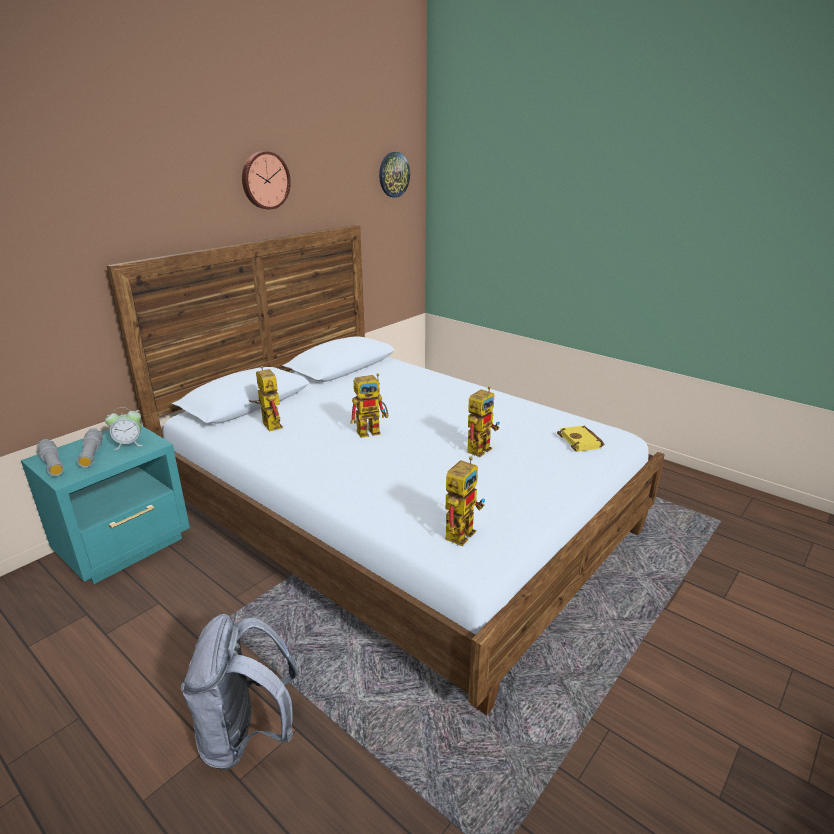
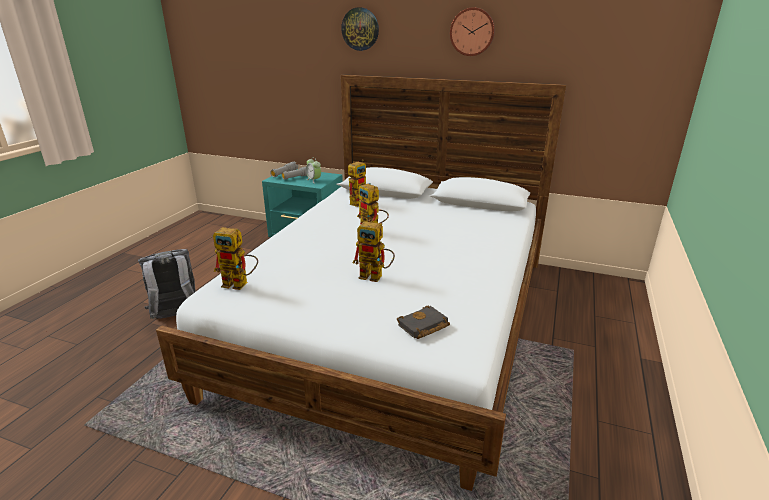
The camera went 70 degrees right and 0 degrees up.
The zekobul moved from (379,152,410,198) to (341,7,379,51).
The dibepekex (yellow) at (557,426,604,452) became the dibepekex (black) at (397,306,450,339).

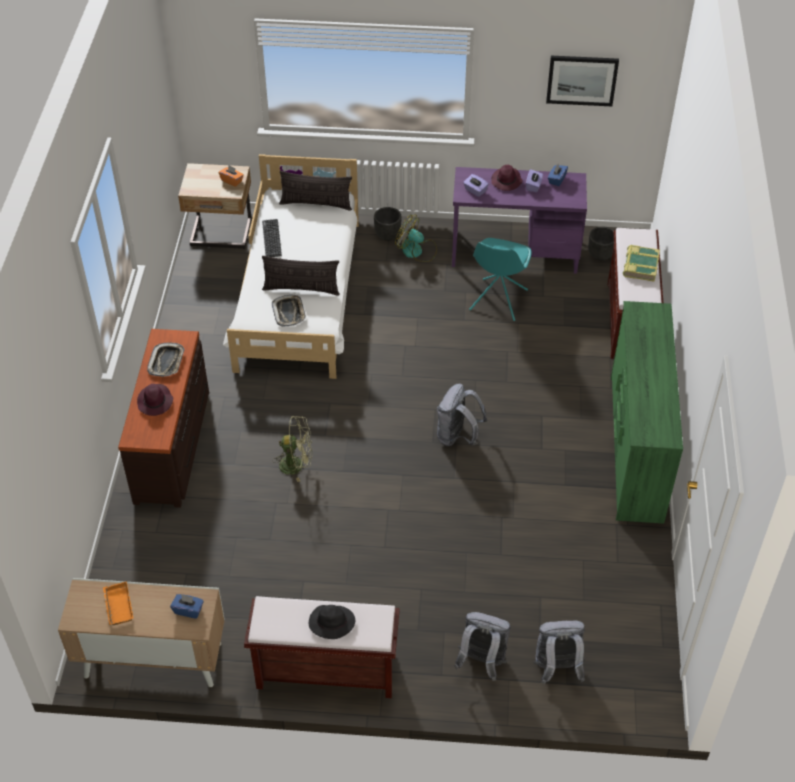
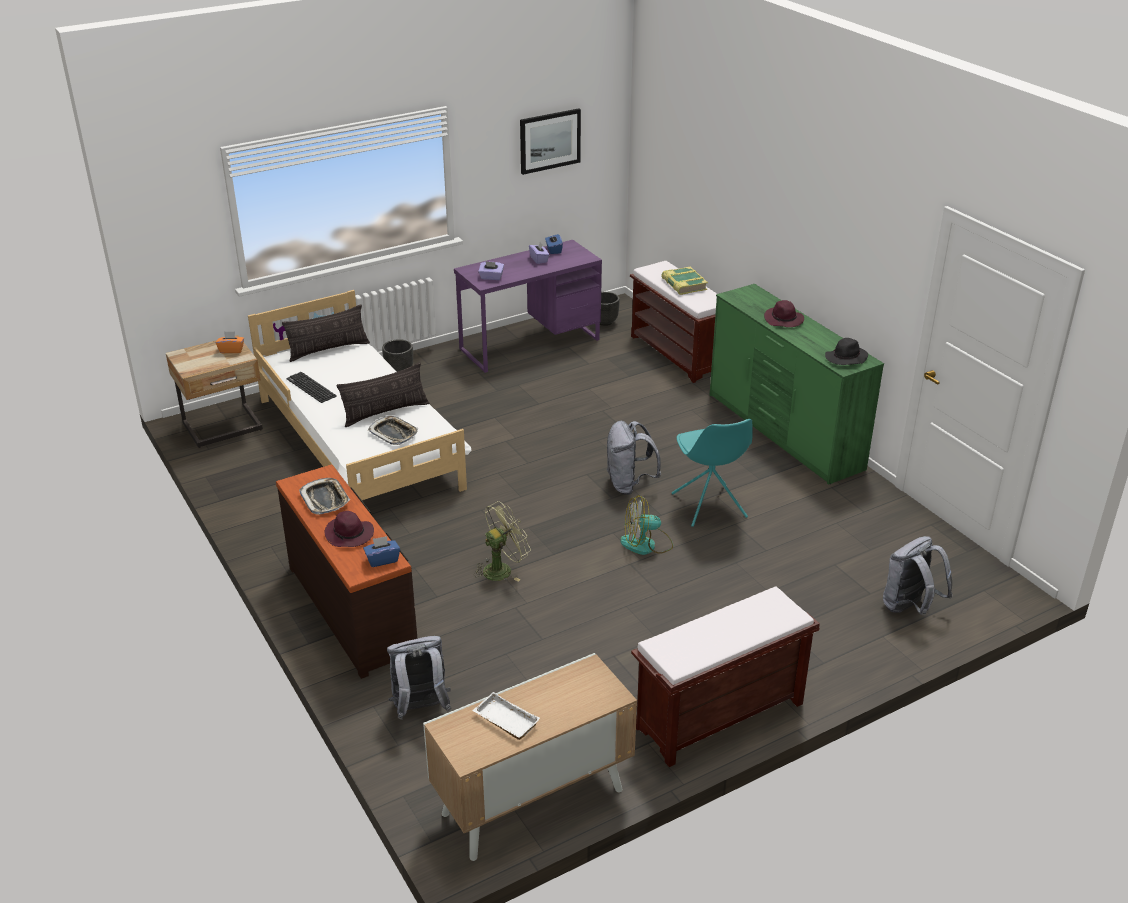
The camera went 35 degrees left and 15 degrees down.
The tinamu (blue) moved from (170,594,204,619) to (363,536,400,567).
The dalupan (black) moved from (309,605,355,639) to (825,338,868,365).
The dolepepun moved from (395,214,437,262) to (620,495,673,555).
The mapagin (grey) moved from (454,612,511,681) to (387,636,451,720).
The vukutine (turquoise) moved from (469,238,532,321) to (672,419,753,527).
The dalupan (purple) moved from (491,165,523,191) to (764,300,804,327).
The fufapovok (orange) at (103,581,133,625) became the fufapovok (white) at (472,692,540,740).

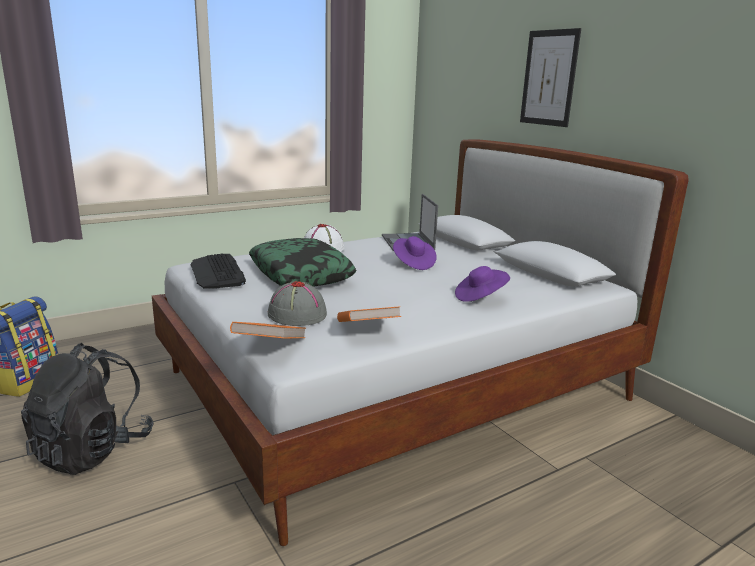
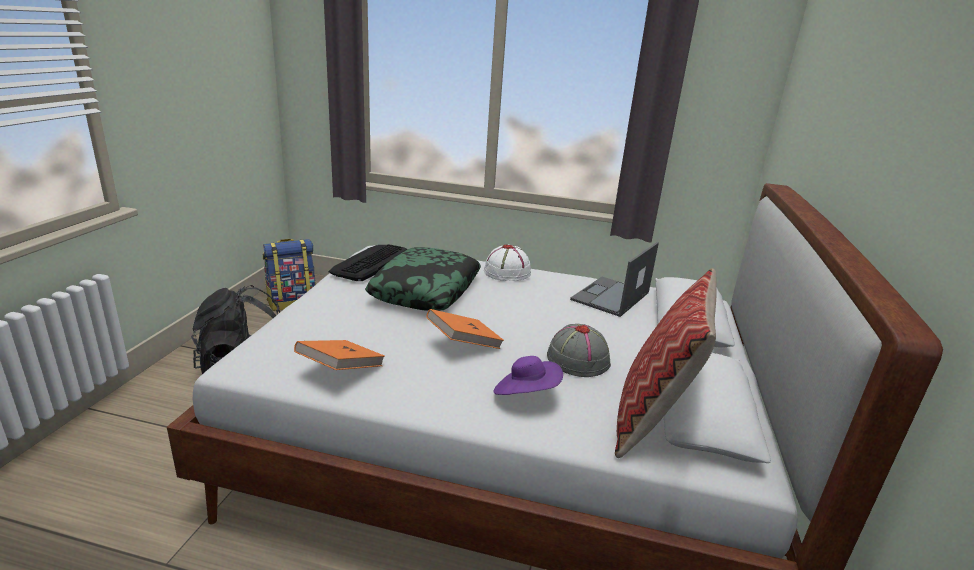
The camera went 45 degrees right and 5 degrees up.
The dalupan (purple) at (393,236,437,270) disappeared.
The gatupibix at (520,28,581,127) disappeared.
The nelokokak at (615,269,717,458) appeared.
The dibepekex (orange) moved from (230,322,306,338) to (426,309,504,349).
The dalupan (grey) moved from (268,281,327,326) to (547,324,611,377).

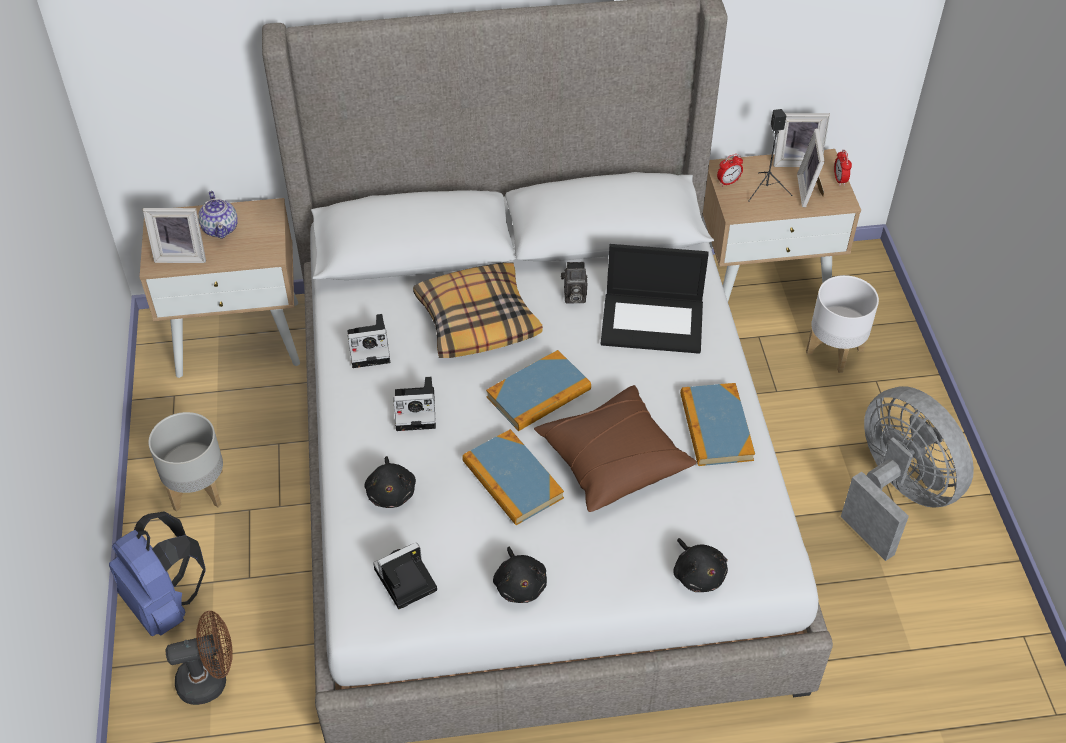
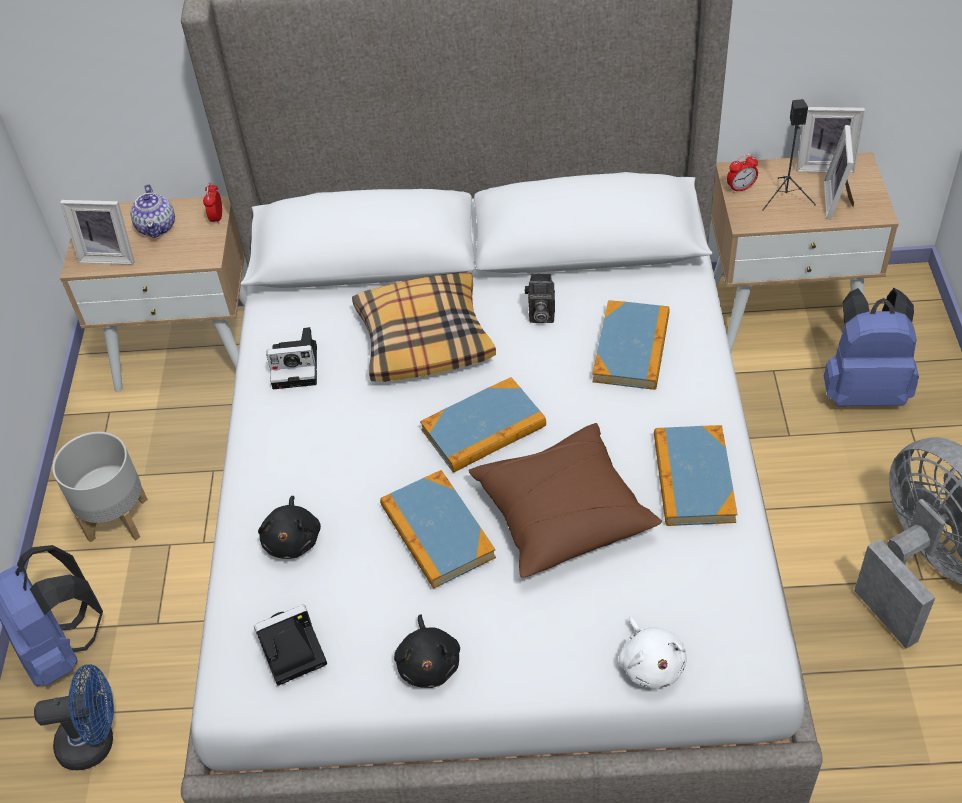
The camera went 10 degrees right and 0 degrees up.
The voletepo at (393,377,436,431) disappeared.
The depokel moved from (834,150,852,186) to (203,183,222,225).
The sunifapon at (601,244,709,354) was replaced by the dibepekex at (592,300,670,390).
The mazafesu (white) at (806,275,879,373) was replaced by the mapagin (blue) at (824,288,919,406).
The dolepepun (brown) at (165,611,233,705) became the dolepepun (blue) at (34,664,114,770).
The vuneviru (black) at (673,538,728,592) became the vuneviru (white) at (618,616,687,688).

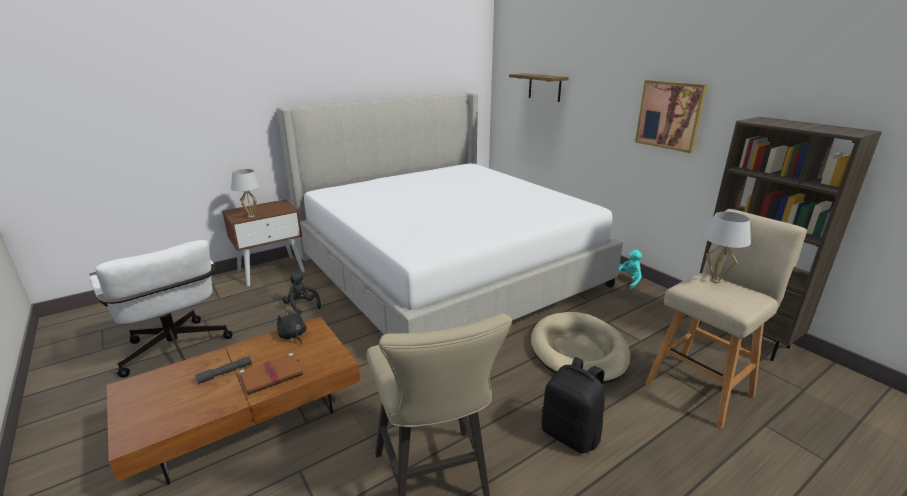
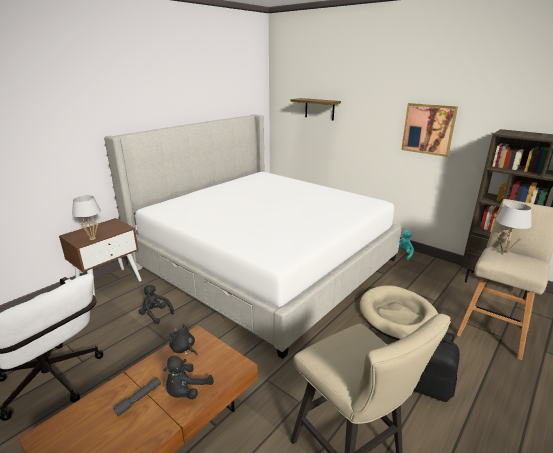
The camera went 15 degrees left and 0 degrees up.
The dibepekex (brown) at (239,353,303,395) was replaced by the vuneviru (black) at (163,355,214,399).

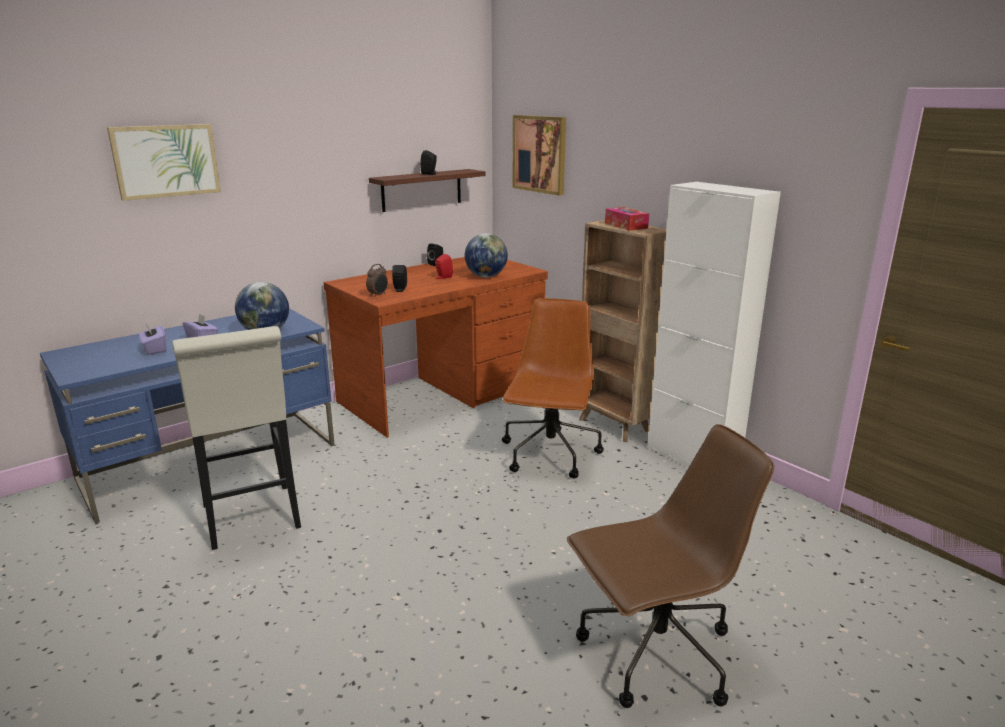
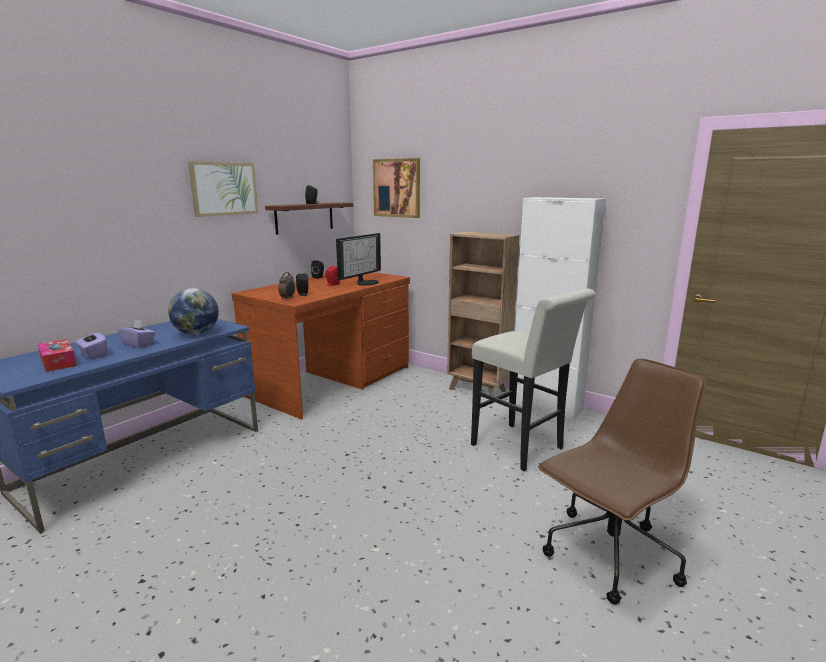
The camera went 15 degrees left and 5 degrees down.
The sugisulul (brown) at (502,298,604,479) disappeared.
The gatupibix moved from (107,124,221,201) to (188,161,258,217).
The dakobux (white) moved from (172,326,301,550) to (471,289,596,471).
The tinamu moved from (605,207,649,231) to (38,339,77,372).
The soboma at (465,233,508,277) was replaced by the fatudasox at (336,233,381,285).

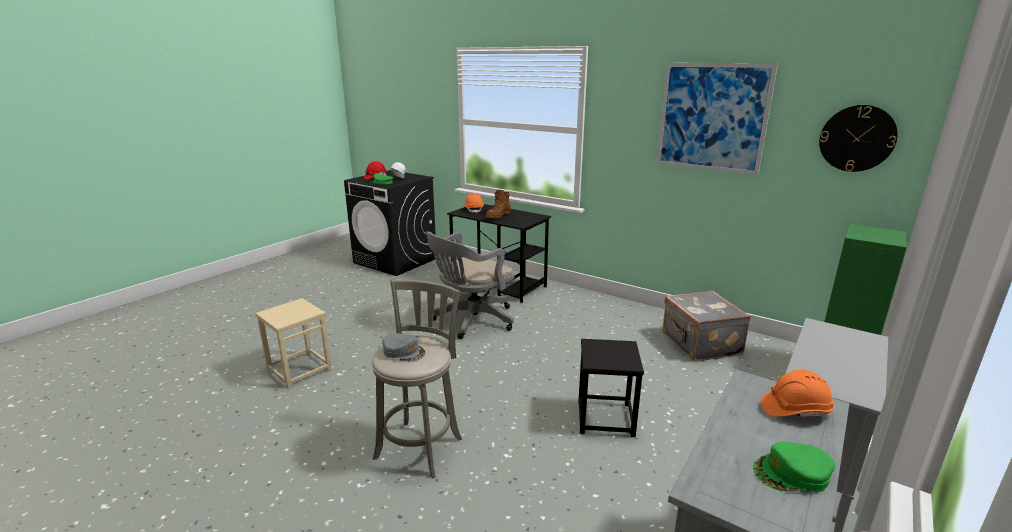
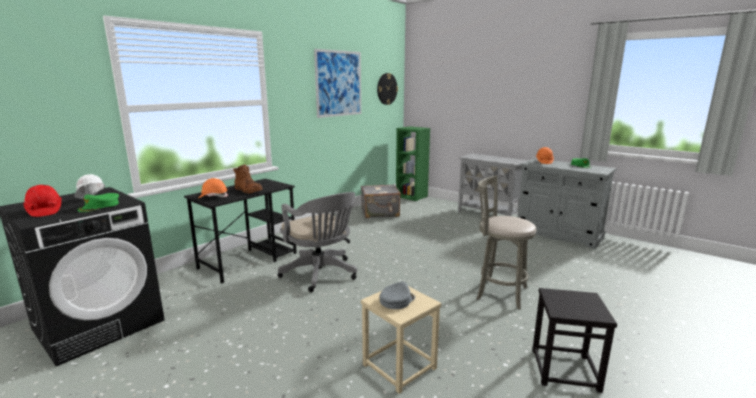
The camera went 85 degrees left and 5 degrees down.
The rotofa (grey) moved from (382,333,425,362) to (379,282,415,309).
The dakobux (black) moved from (578,339,644,437) to (532,288,617,393).

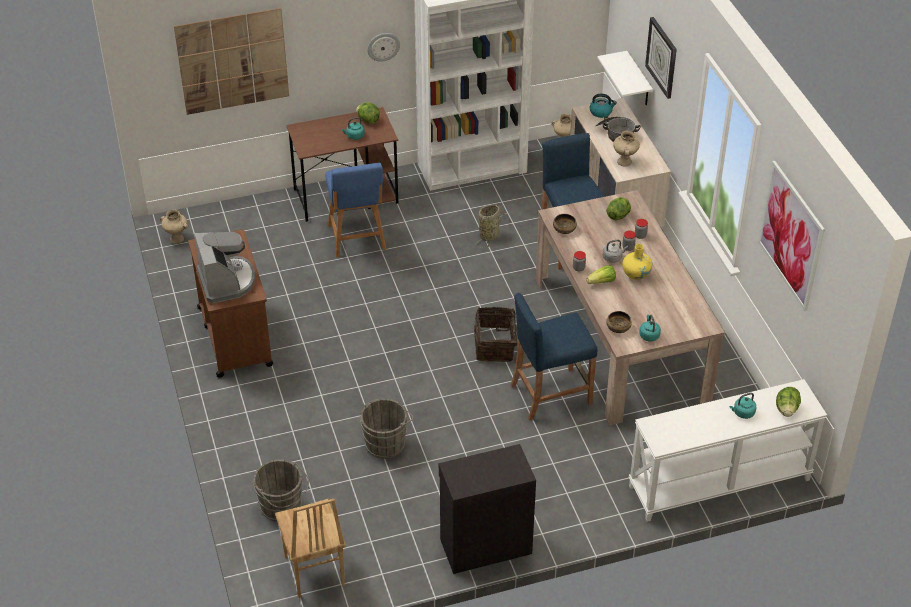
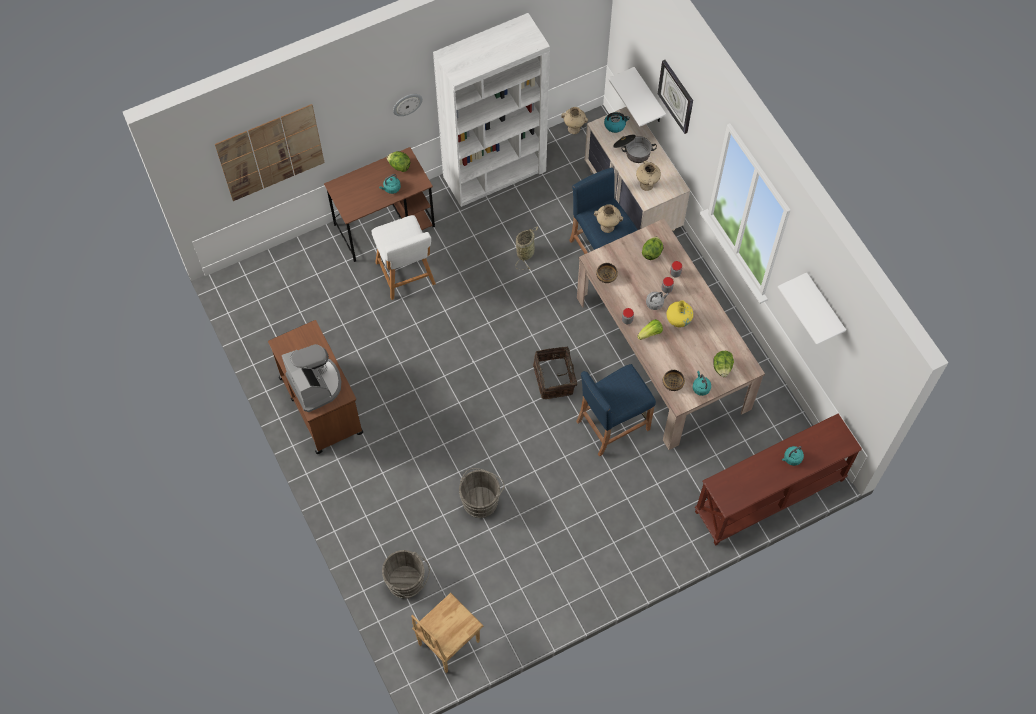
The camera went 10 degrees left and 20 degrees up.
The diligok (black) at (439,444,536,574) disappeared.
The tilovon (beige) moved from (160,210,188,244) to (594,204,623,233).
The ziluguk moved from (776,387,801,417) to (713,351,734,377).
The gatupibix at (758,161,825,311) was replaced by the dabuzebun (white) at (778,272,846,345).
The dakobux (blue) at (326,163,387,257) became the dakobux (white) at (372,215,436,300).
The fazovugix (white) at (629,379,827,522) became the fazovugix (brown) at (695,413,862,546).
The vukutine (brown) at (275,499,346,598) turned 75 degrees clockwise.

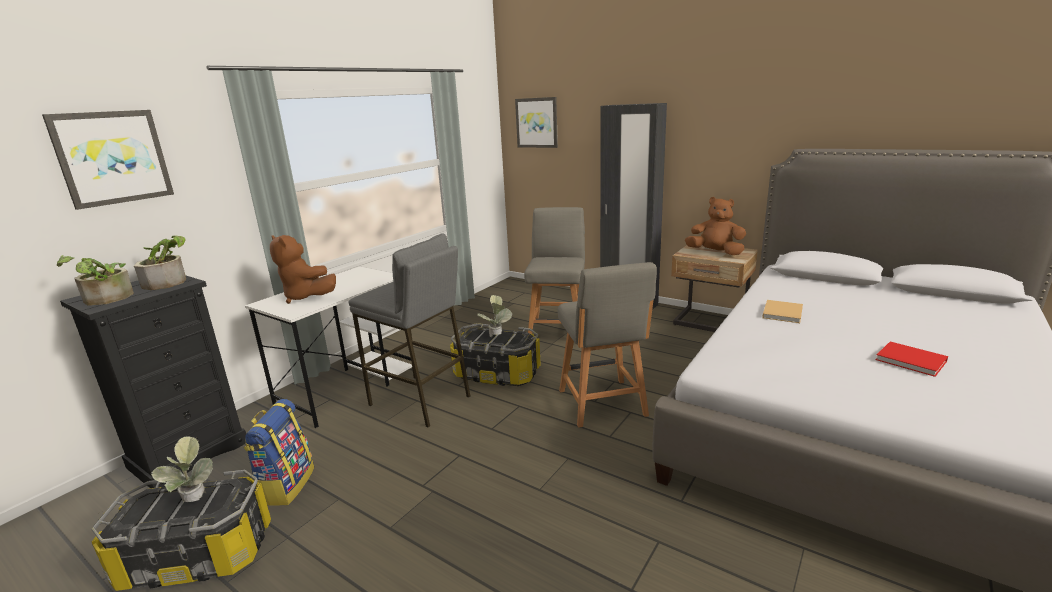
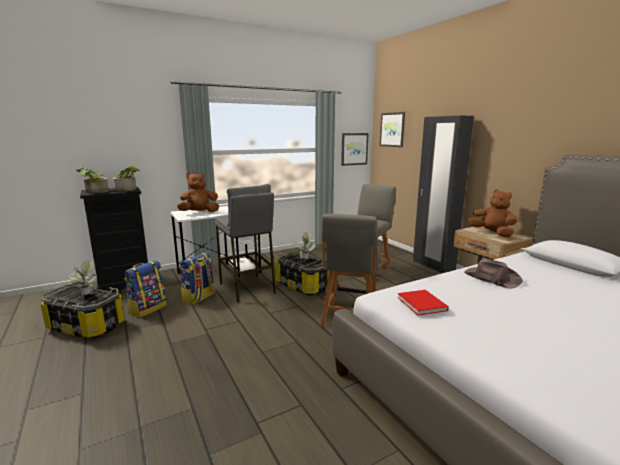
The camera went 25 degrees right and 5 degrees down.
The mapagin at (180,252,216,305) appeared.
The gatupibix moved from (42,110,174,210) to (341,133,369,166).
The dibepekex (red) moved from (876,341,948,377) to (397,290,449,315).
The dibepekex (beige) at (762,300,803,323) was replaced by the dalupan (brown) at (464,259,523,289).
The vuneviru (brown) at (270,235,336,304) turned 90 degrees clockwise.

